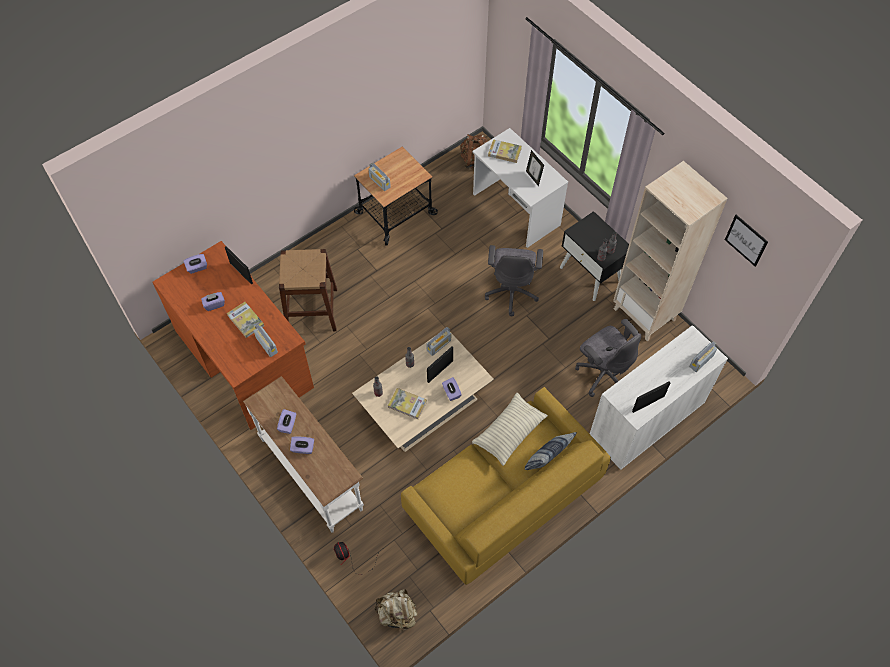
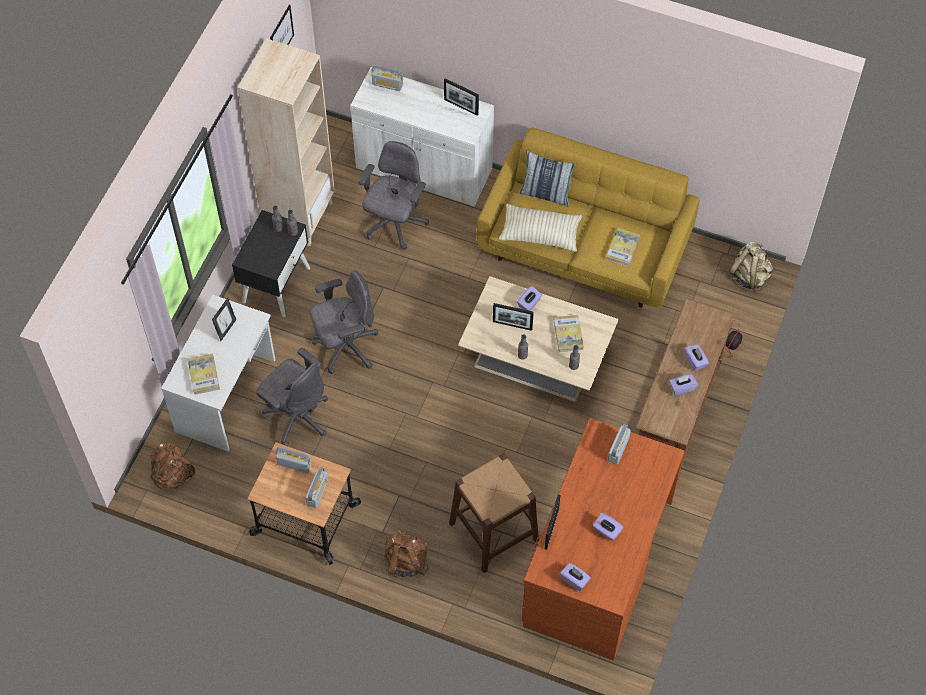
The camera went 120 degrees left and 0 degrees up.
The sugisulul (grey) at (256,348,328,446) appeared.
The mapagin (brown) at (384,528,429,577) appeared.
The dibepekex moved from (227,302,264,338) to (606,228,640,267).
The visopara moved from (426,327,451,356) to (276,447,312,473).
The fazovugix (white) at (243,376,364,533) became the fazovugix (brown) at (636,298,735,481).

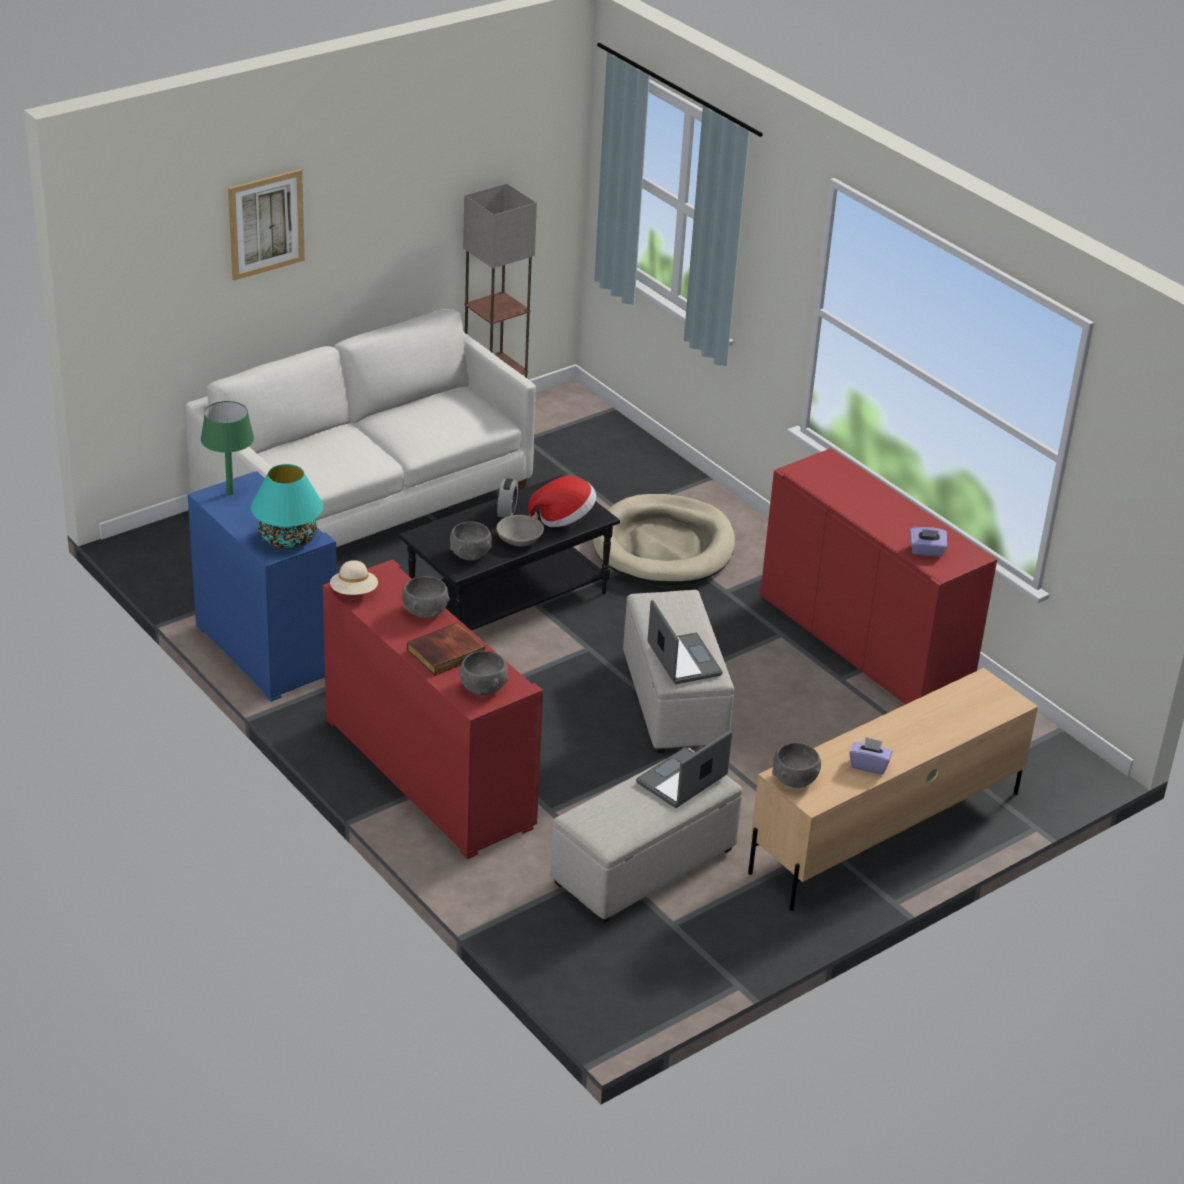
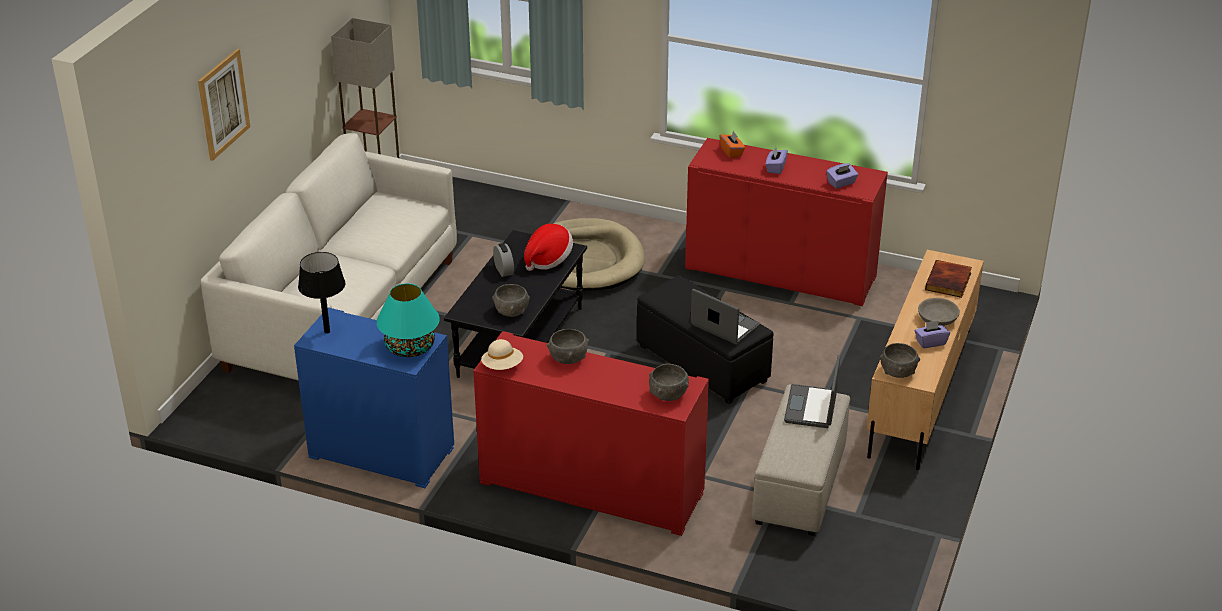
The camera went 30 degrees left and 0 degrees up.
The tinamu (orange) at (719,131,745,158) appeared.
The tinamu (purple) at (766,147,788,174) appeared.
The dibepekex moved from (407,622,486,675) to (925,260,972,298).
The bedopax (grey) moved from (496,515,544,546) to (918,298,960,326).
The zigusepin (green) at (201,401,254,495) became the zigusepin (black) at (298,252,345,333).
The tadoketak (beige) at (623,590,734,753) became the tadoketak (black) at (637,275,774,404).

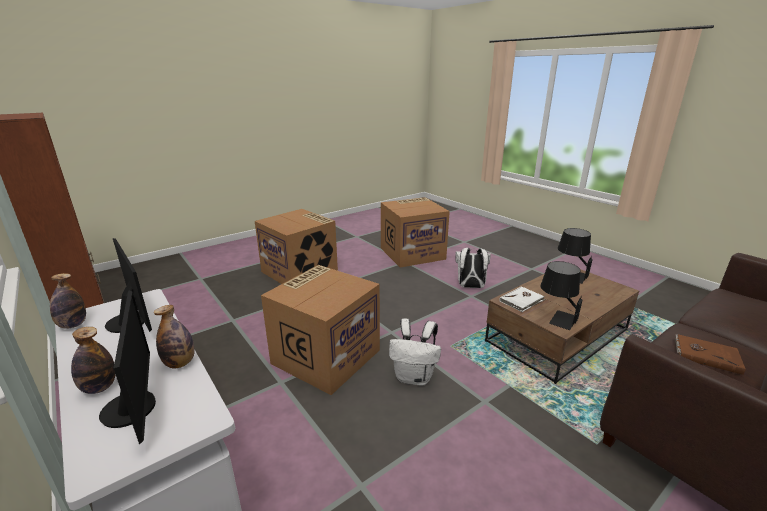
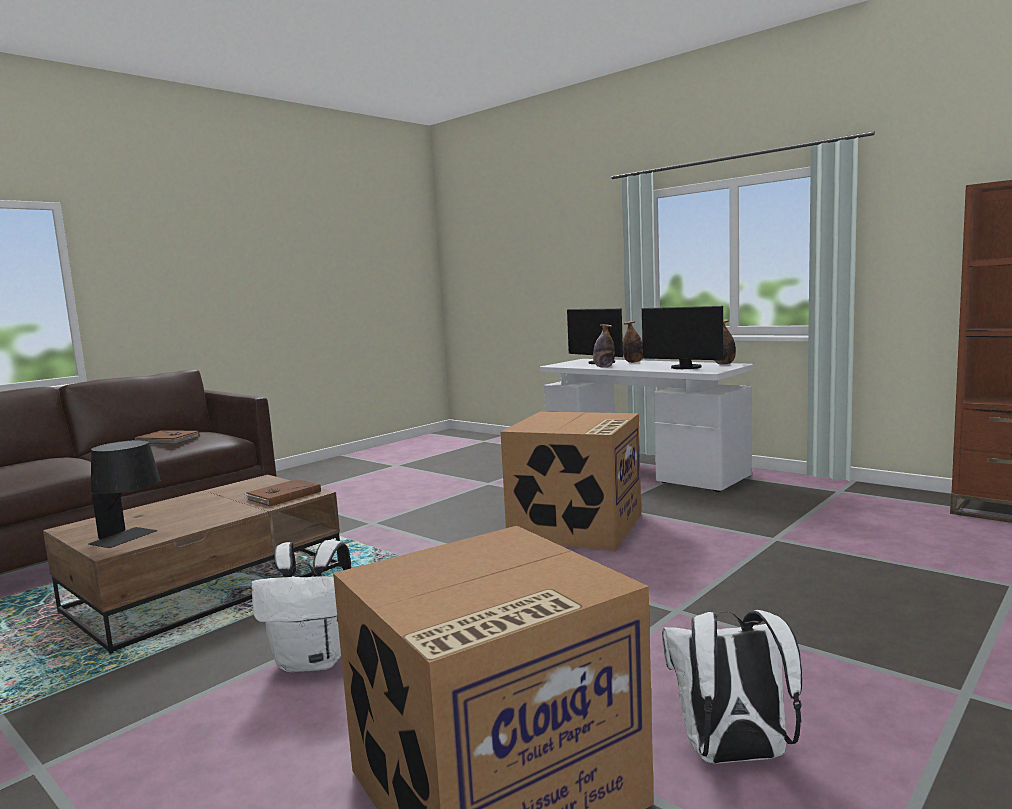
The camera went 170 degrees right and 15 degrees down.
The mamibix at (255,209,338,284) disappeared.
The zigusepin (black) at (540,261,583,330) disappeared.
The mapagin (white) moved from (389,318,441,385) to (662,610,802,764).
The dibepekex (white) at (500,286,546,312) became the dibepekex (brown) at (245,479,321,506).

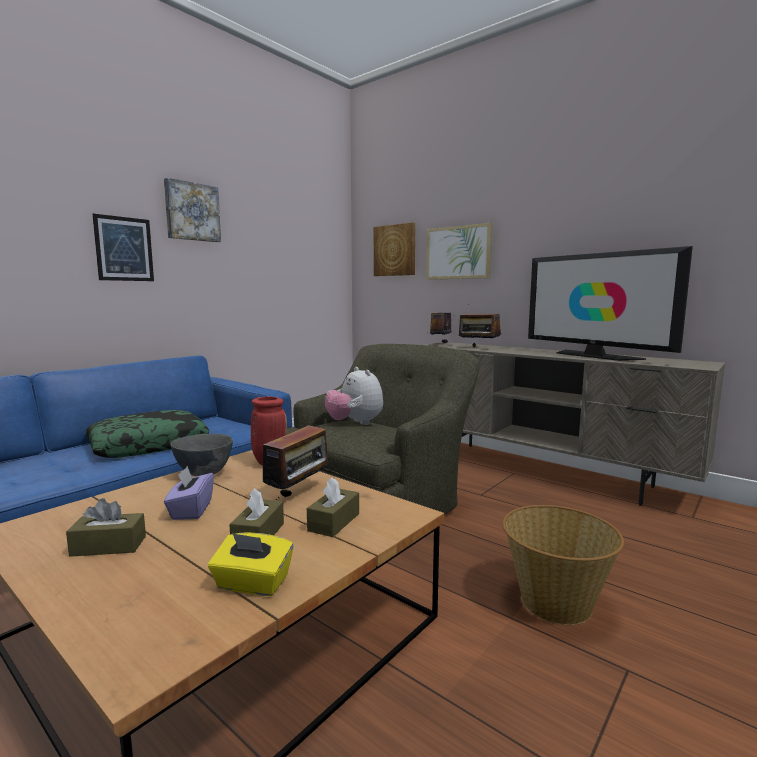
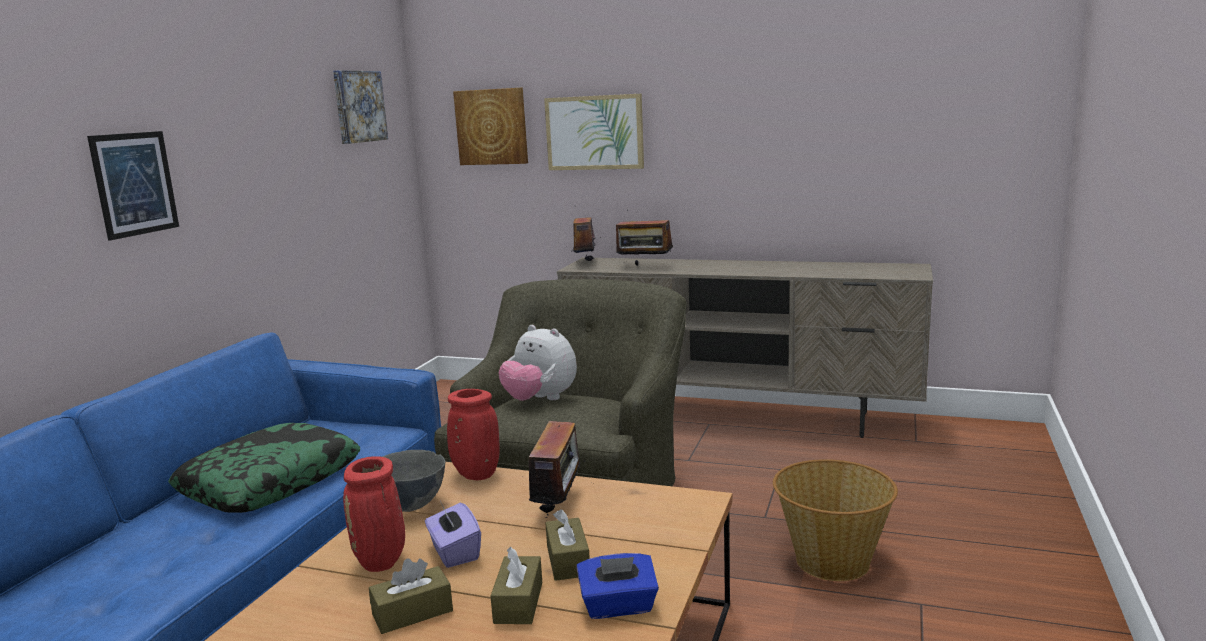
The camera went 20 degrees left and 5 degrees up.
The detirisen at (528,246,693,361) disappeared.
The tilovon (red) at (343,456,405,572) appeared.
The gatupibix moved from (164,178,221,242) to (333,70,388,144).
The tinamu (brown) moved from (307,477,359,537) to (491,547,542,624).
The tinamu (yellow) at (208,533,294,596) became the tinamu (blue) at (576,553,659,619).

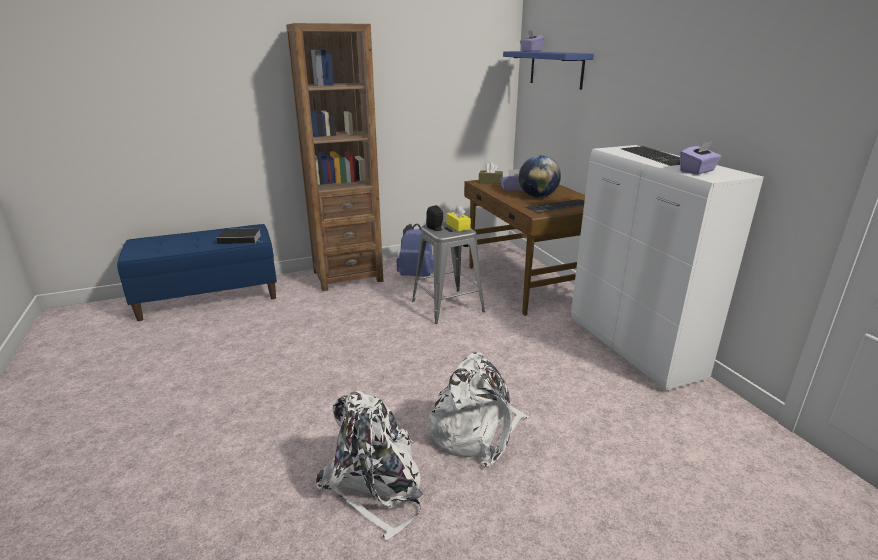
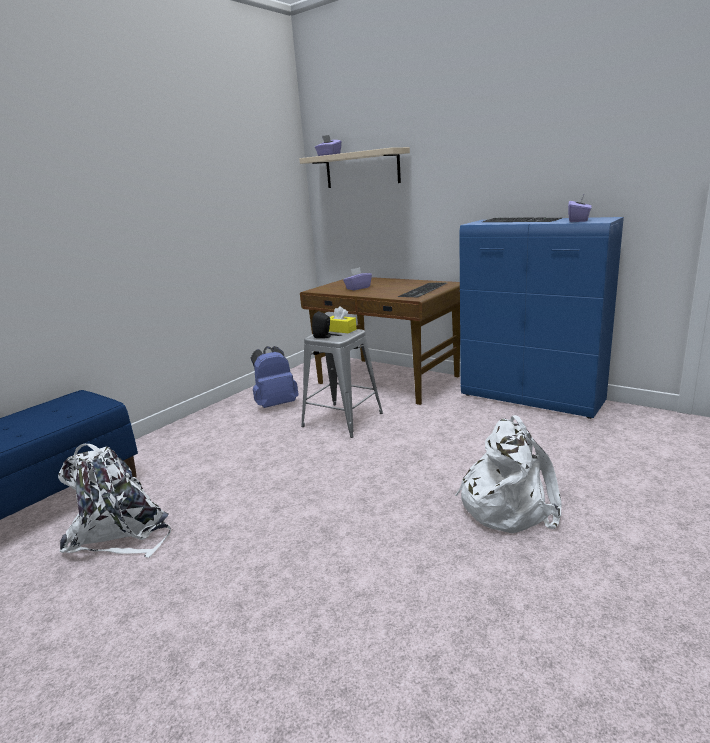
The camera went 30 degrees left and 5 degrees down.
The dibepekex at (216,228,261,244) disappeared.
The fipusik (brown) at (286,23,383,291) disappeared.
The tinamu (brown) at (479,162,503,184) disappeared.
The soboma at (519,155,561,198) disappeared.
The mapagin (white) moved from (316,391,422,541) to (58,444,171,558).
The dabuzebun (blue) at (503,51,594,90) became the dabuzebun (beige) at (299,147,410,188).
The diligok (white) at (571,145,764,391) became the diligok (blue) at (459,217,624,419).

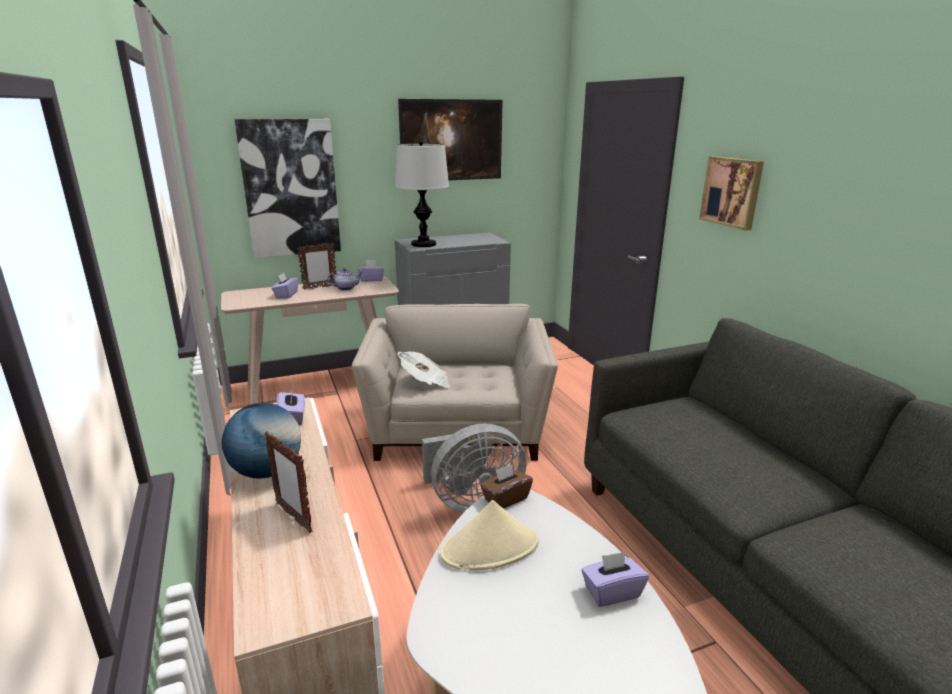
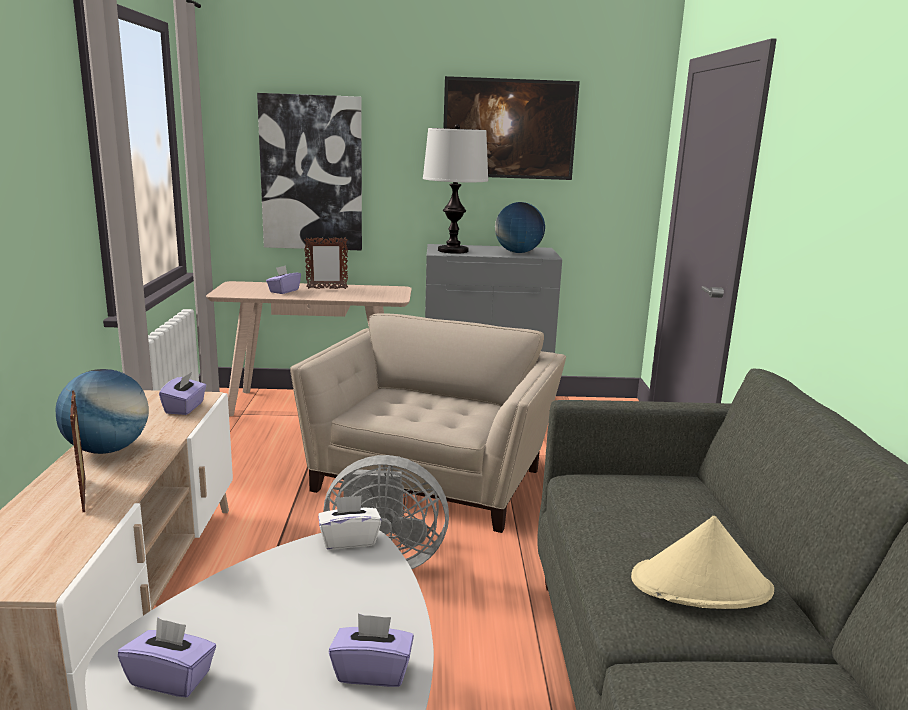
The camera went 20 degrees right and 5 degrees down.
The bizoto at (327,268,363,291) disappeared.
The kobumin at (397,351,450,388) disappeared.
The gatupibix at (699,156,764,231) disappeared.
The soboma at (495,202,545,253) appeared.
The tinamu (purple) moved from (358,260,384,282) to (118,617,216,697).
The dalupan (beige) moved from (440,500,539,570) to (631,516,774,609).
The tinamu (brown) at (480,464,533,509) became the tinamu (white) at (318,495,381,550).

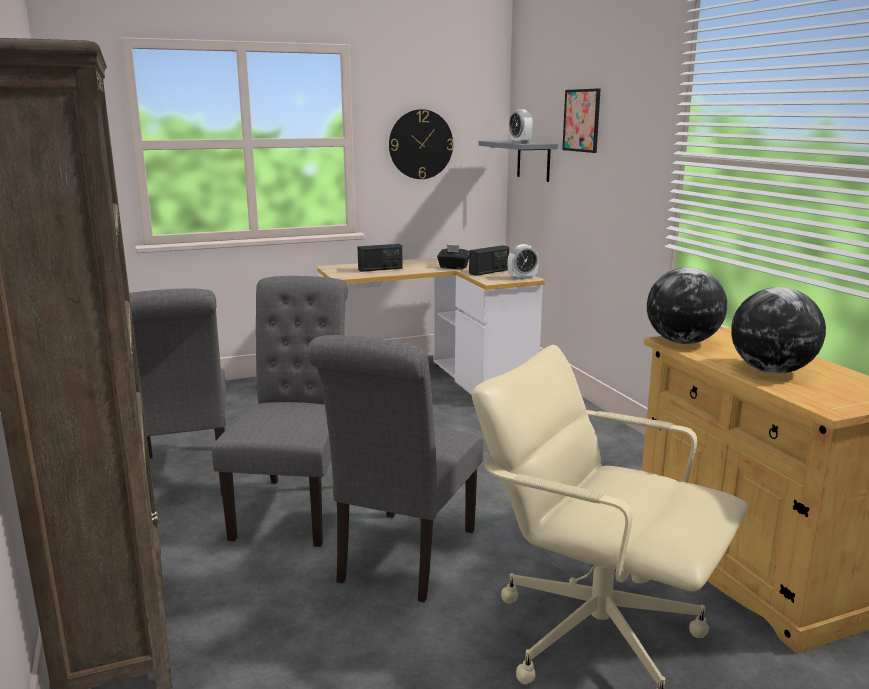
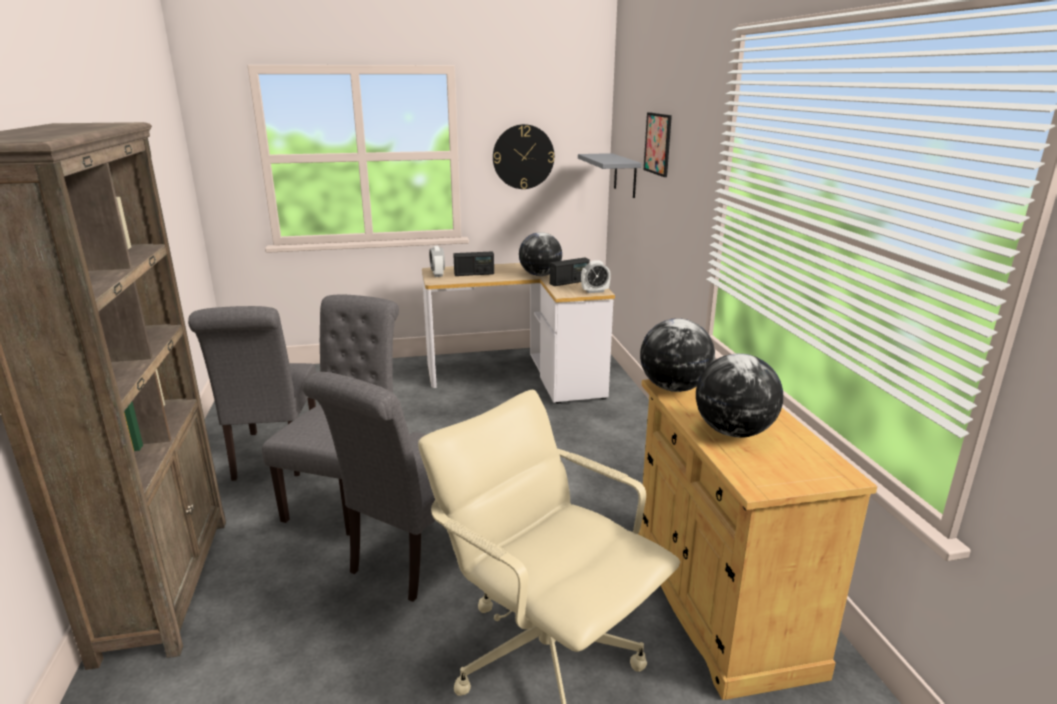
The camera went 10 degrees right and 5 degrees up.
The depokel moved from (509,109,533,144) to (429,246,445,277).
The tinamu (black) at (437,245,469,269) was replaced by the soboma at (519,232,562,276).

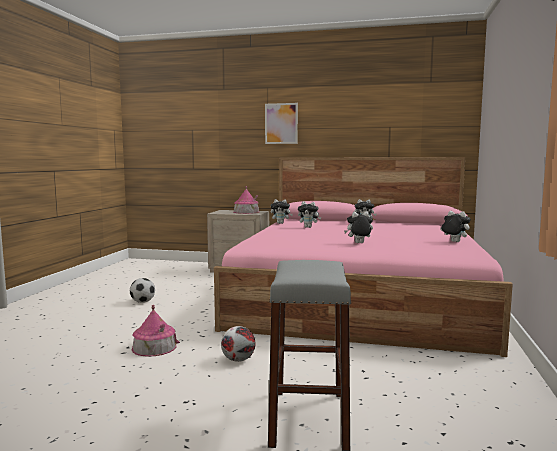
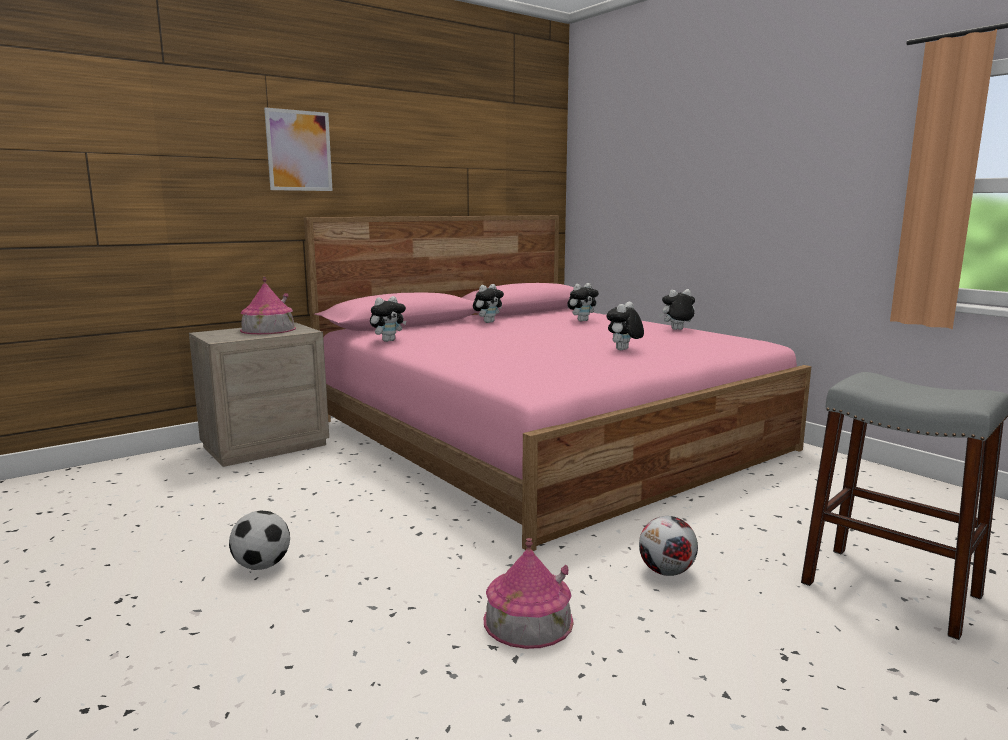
The camera went 50 degrees left and 5 degrees up.
The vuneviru moved from (298,201,321,228) to (567,283,599,322).

